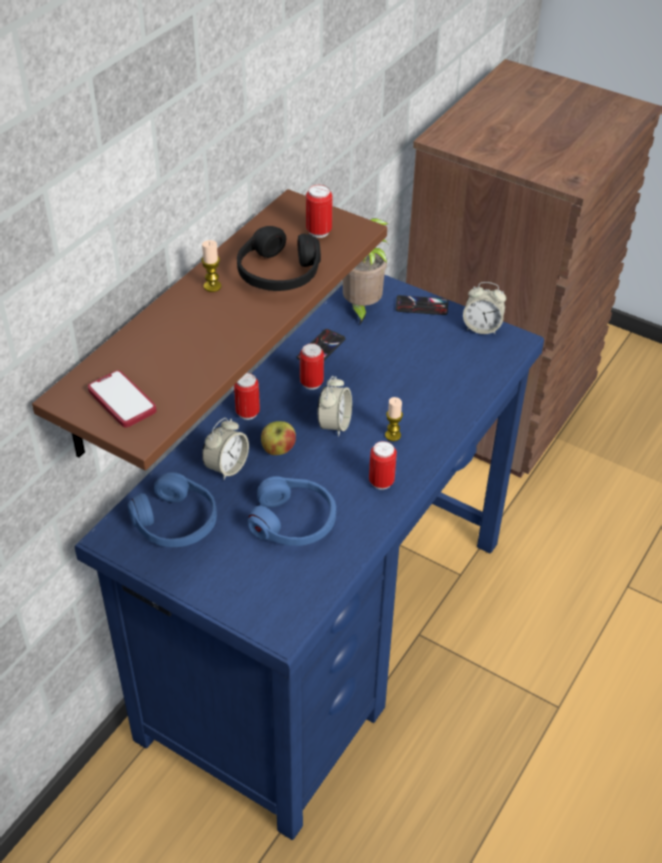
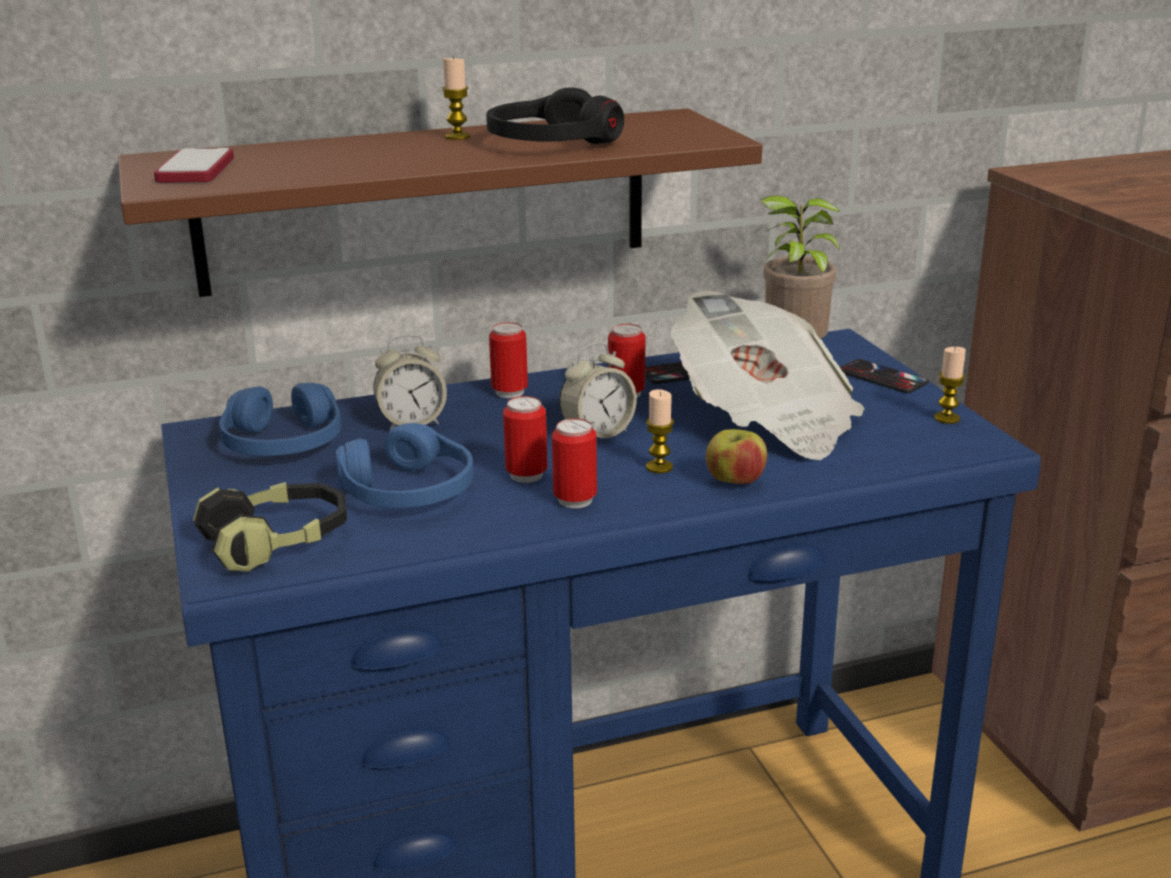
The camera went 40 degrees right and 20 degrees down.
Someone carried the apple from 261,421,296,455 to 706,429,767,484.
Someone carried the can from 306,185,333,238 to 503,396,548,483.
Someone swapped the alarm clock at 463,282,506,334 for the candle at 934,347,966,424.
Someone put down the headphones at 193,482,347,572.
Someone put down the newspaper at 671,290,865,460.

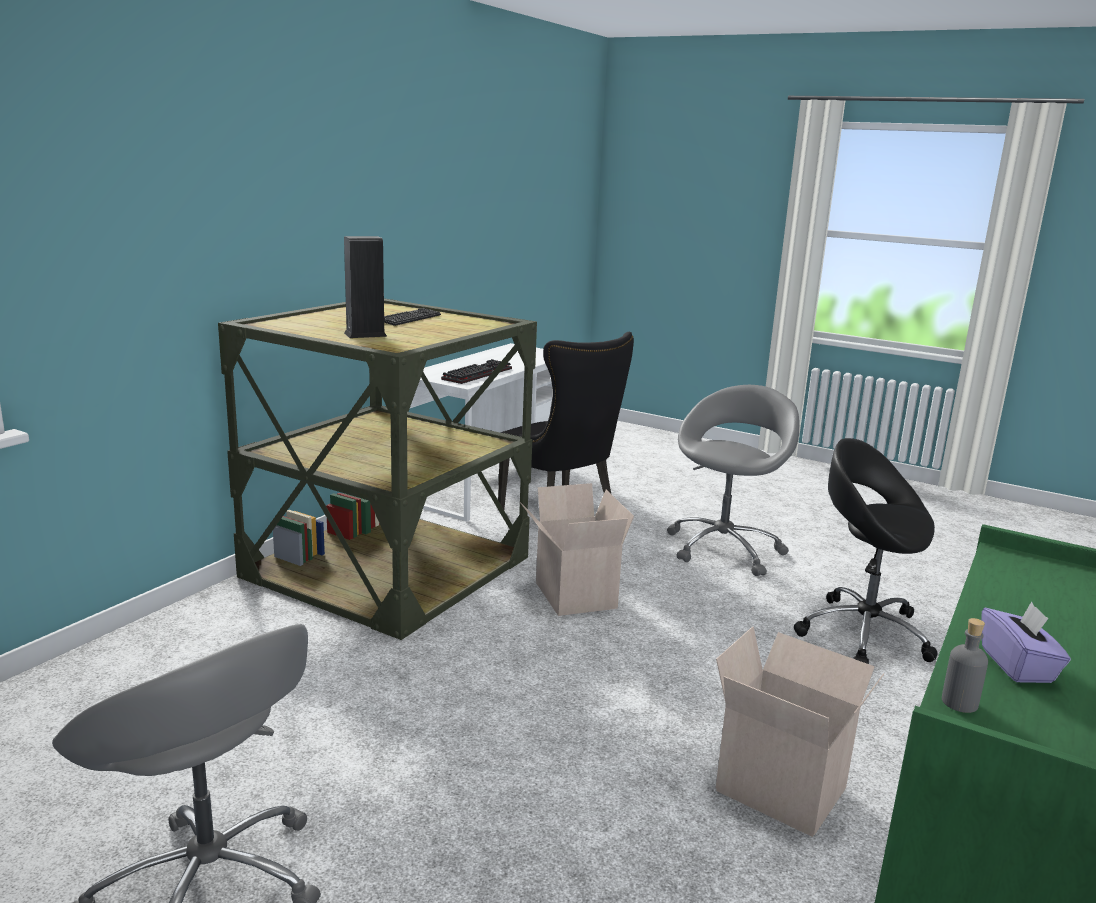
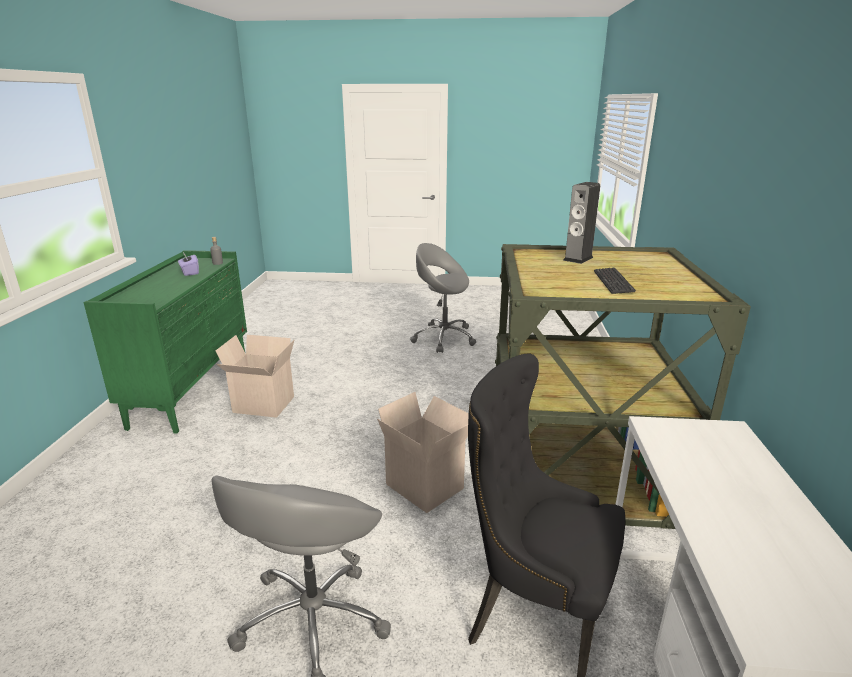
The camera went 155 degrees right and 5 degrees up.
Someone took away the keyboard at 441,359,512,384.
Someone took away the black office chair at 794,438,938,664.

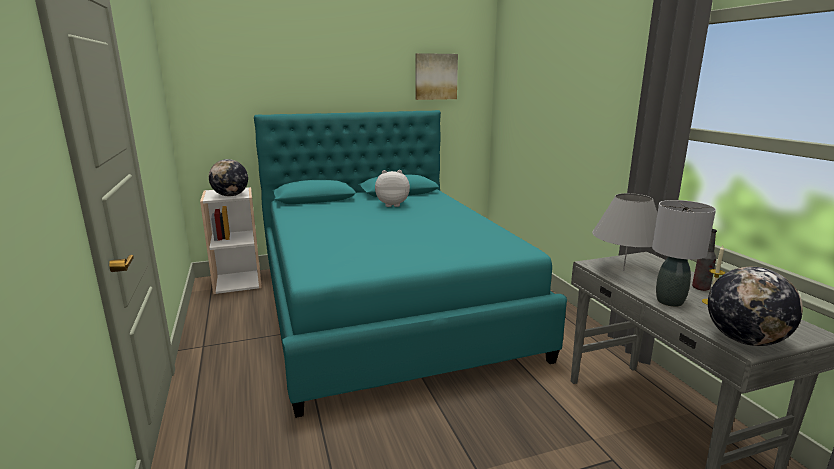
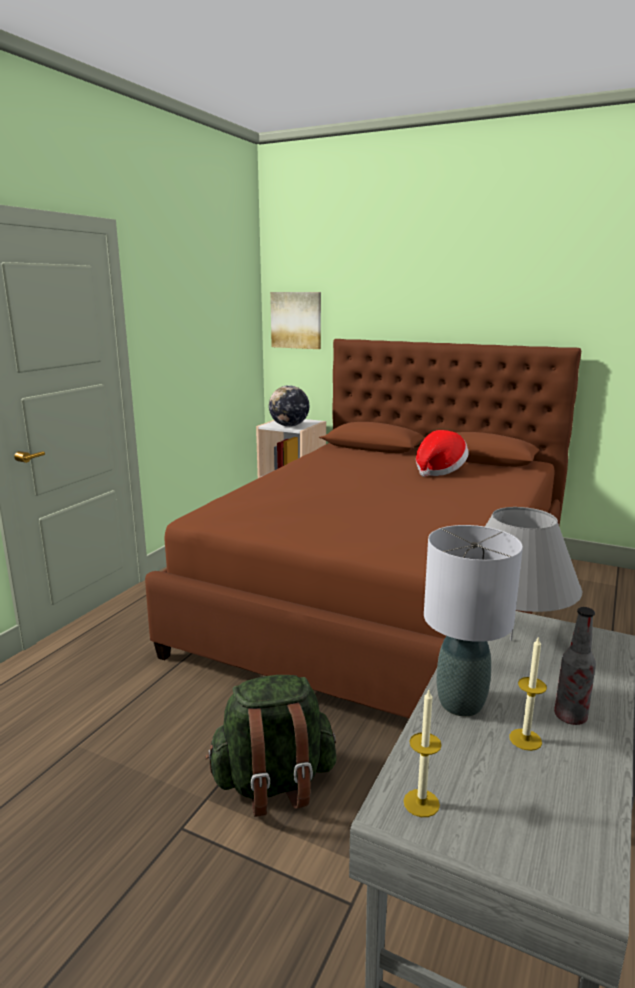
The camera went 45 degrees right and 0 degrees up.
Someone repainted the turquoise bed at 254,110,567,418, which became the brown bed at 145,339,581,718.
Someone swapped the plush toy at 375,170,410,207 for the hat at 416,430,469,477.
Someone carried the picture from 415,53,458,100 to 270,292,321,349.
Someone swapped the globe at 708,267,803,346 for the candle at 404,690,441,817.
Someone put down the green backpack at 206,675,337,817.

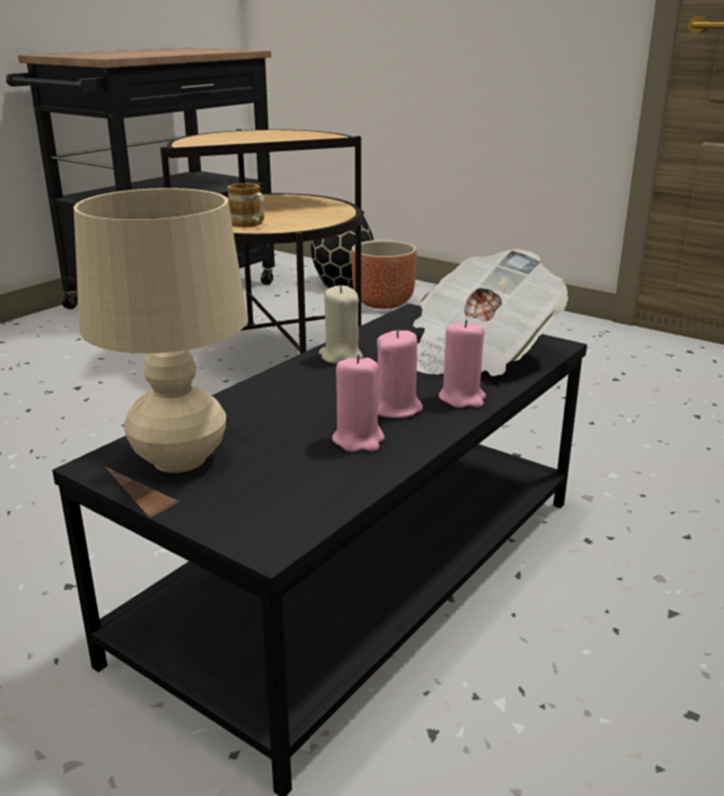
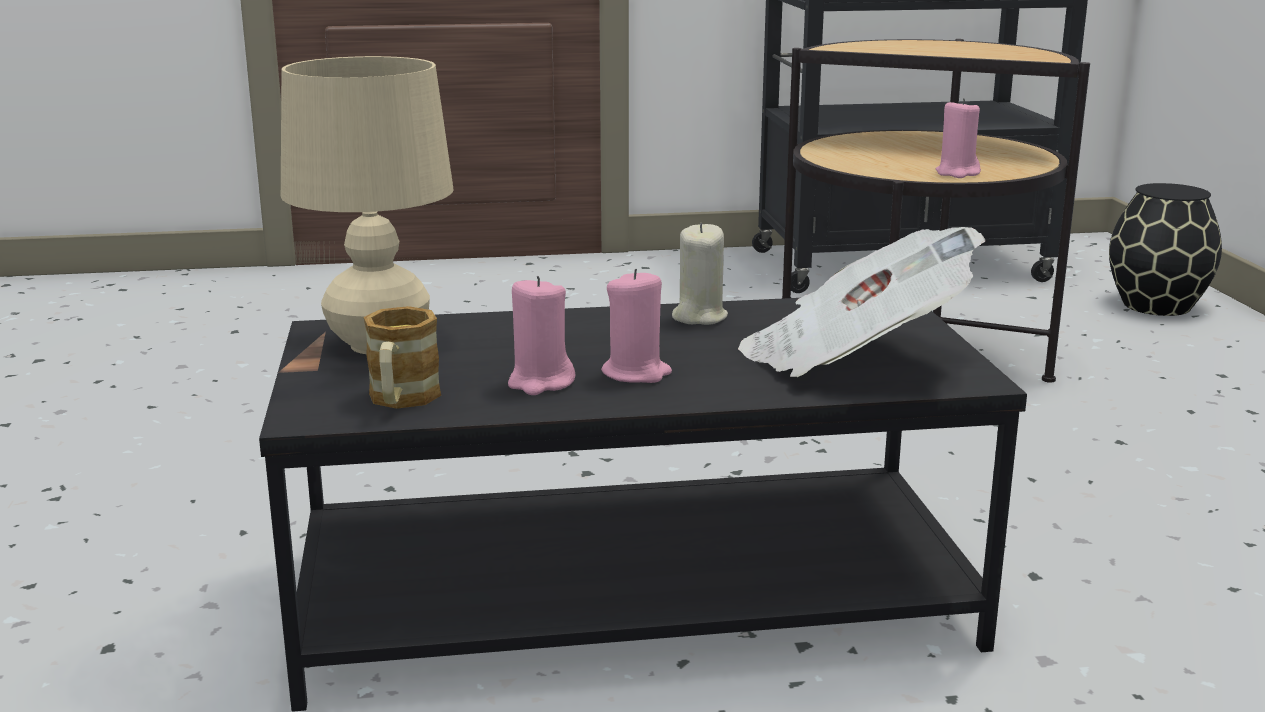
The camera went 45 degrees right and 5 degrees down.
Someone carried the mug from 227,183,264,227 to 364,306,441,409.
Someone took away the brown planter at 351,240,417,309.
Someone carried the pink candle from 439,320,486,408 to 936,98,981,178.

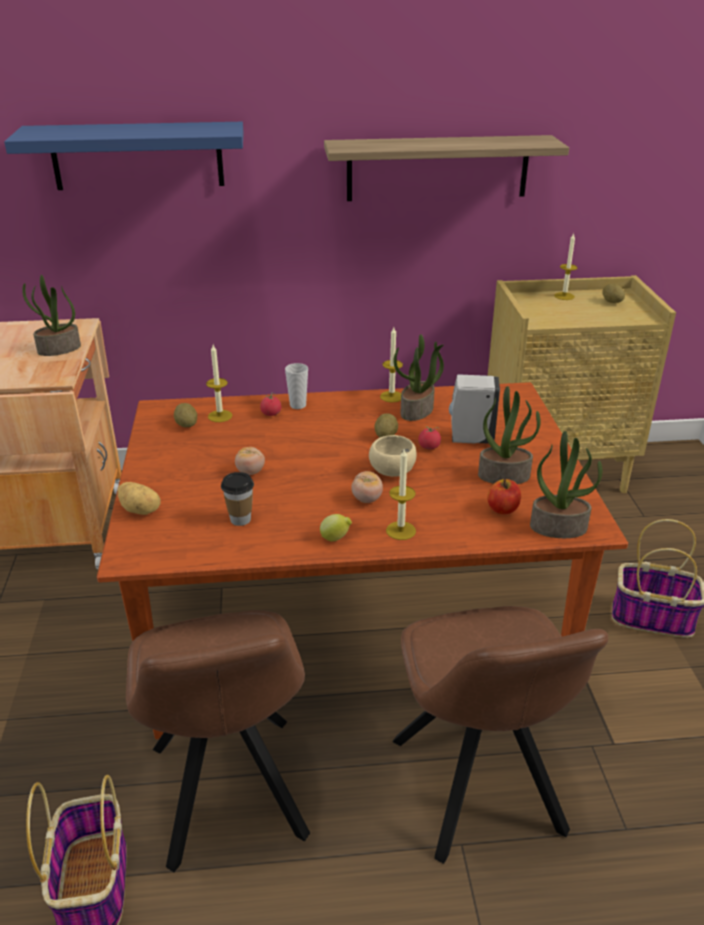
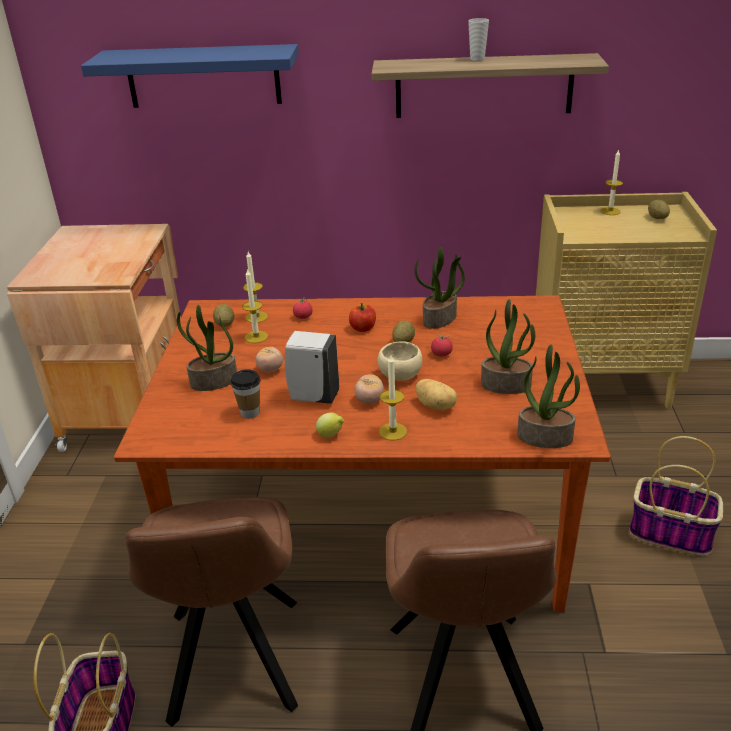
The camera went 10 degrees right and 0 degrees up.
Someone carried the potted plant from 22,275,81,356 to 177,305,237,391.
Someone carried the potato from 118,482,161,515 to 416,379,457,410.
Someone carried the cup from 285,363,308,409 to 468,18,489,61.
Someone carried the candle from 380,327,403,402 to 242,269,268,343.
Someone carried the white soap dispenser from 449,374,500,444 to 285,331,339,404.
Someone carried the apple from 487,479,521,514 to 349,303,376,332.

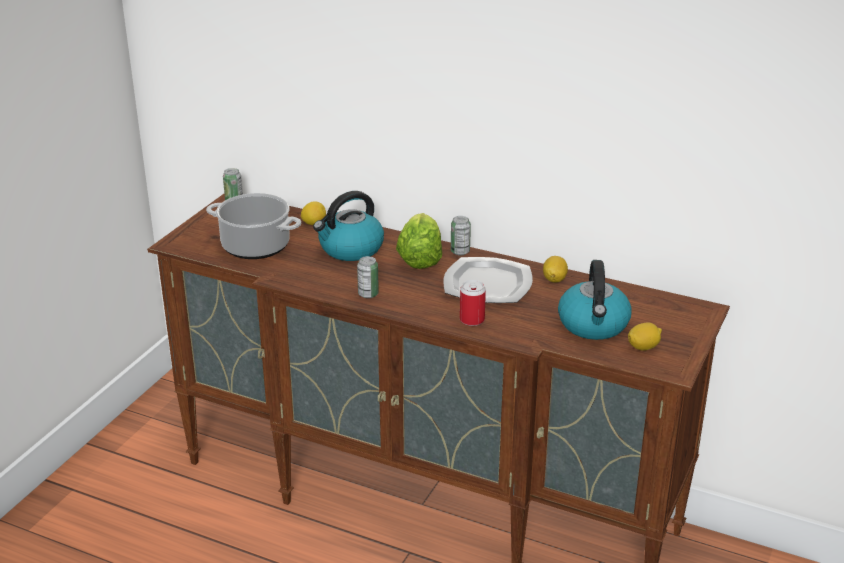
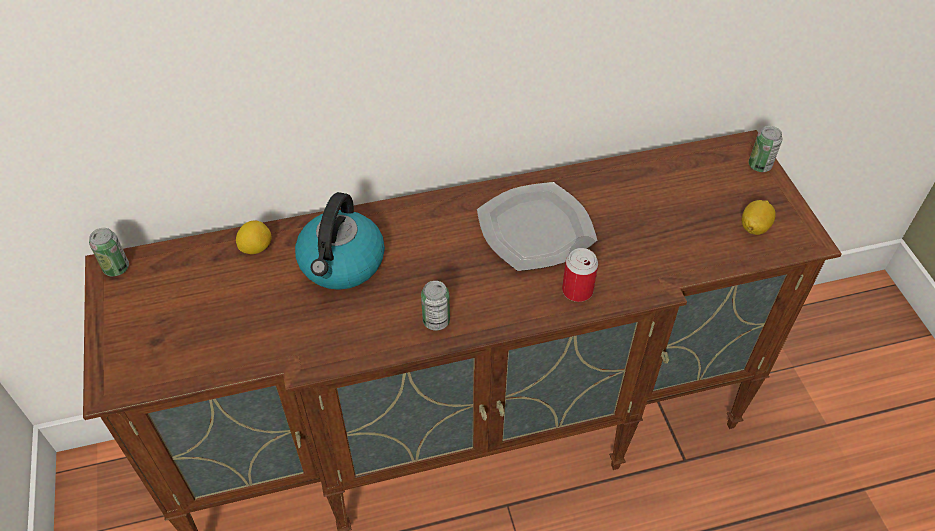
The camera went 40 degrees left and 20 degrees up.
Someone took away the cooking pot at 206,193,301,259.
Someone took away the lettuce at 396,213,442,269.
Someone carried the can from 451,216,471,255 to 749,126,782,172.
Someone took away the lemon at 543,256,568,282.
Someone took away the kettle at 558,260,632,340.

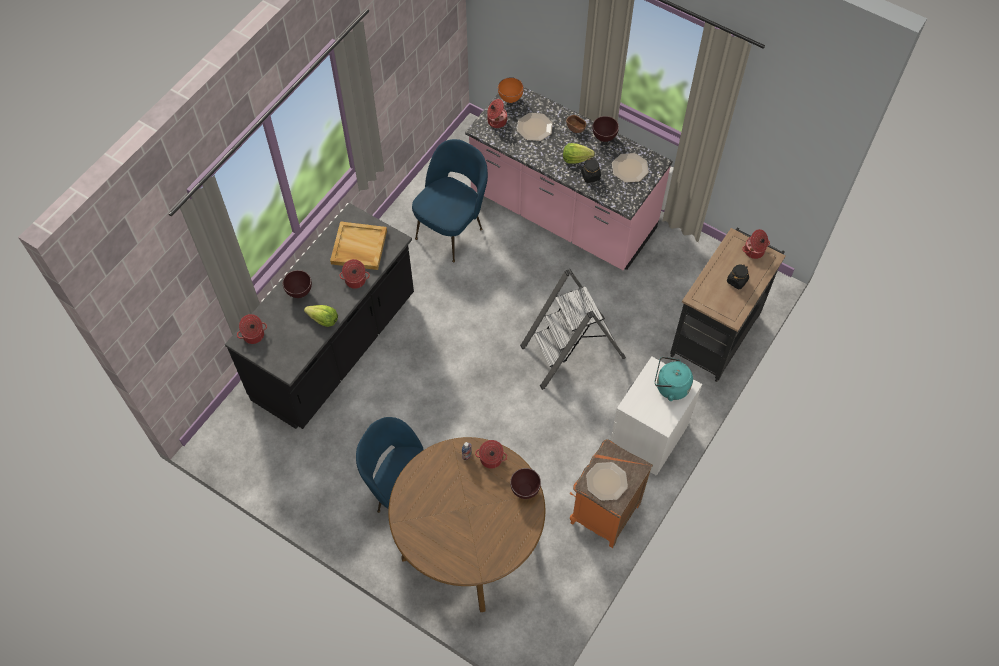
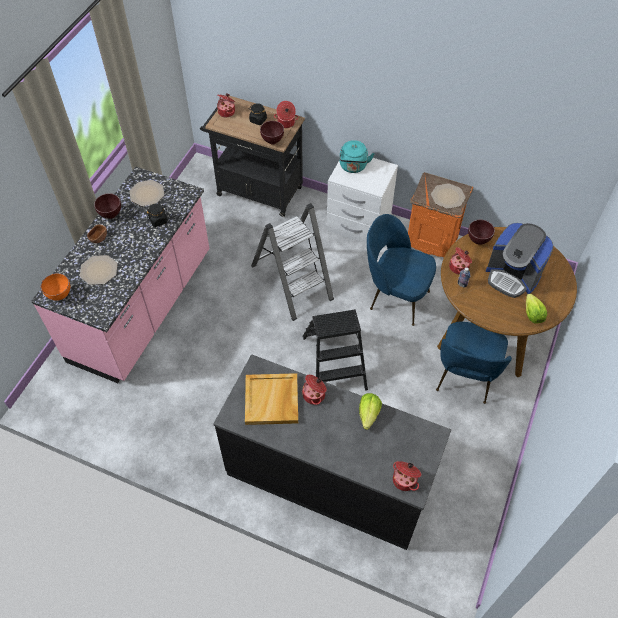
The camera went 100 degrees left and 5 degrees down.
Someone carried the brown bowl from 283,270,312,298 to 260,121,284,145.
Someone carried the blue chair from 412,139,488,262 to 367,214,436,326.
Someone carried the cooking pot from 487,99,508,128 to 274,101,299,128.
Someone carried the lettuce from 563,143,595,164 to 526,294,547,324.
Someone put down the black step ladder at 302,309,368,391.
Someone put down the coffee machine at 486,223,553,298.

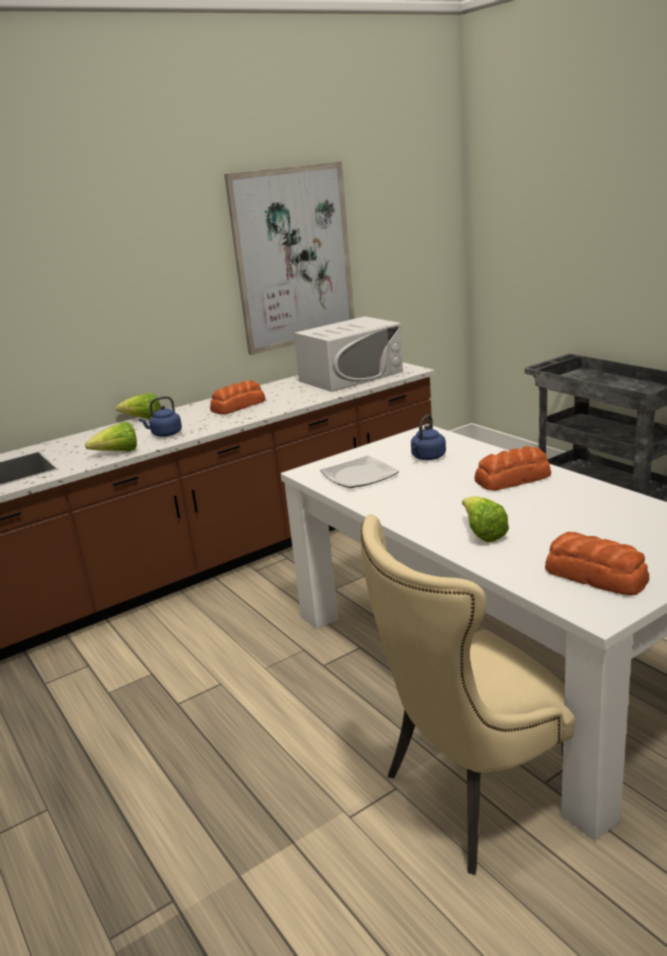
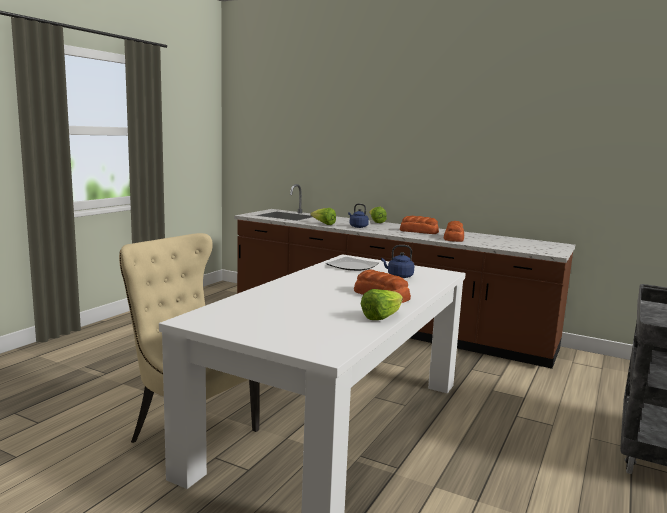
The camera went 60 degrees right and 10 degrees down.
Someone took away the picture at 224,162,355,355.
Someone took away the white microwave at 294,316,403,392.
Someone carried the lettuce from 462,496,509,542 to 361,289,403,320.
Someone carried the bread from 545,532,649,596 to 444,221,464,242.

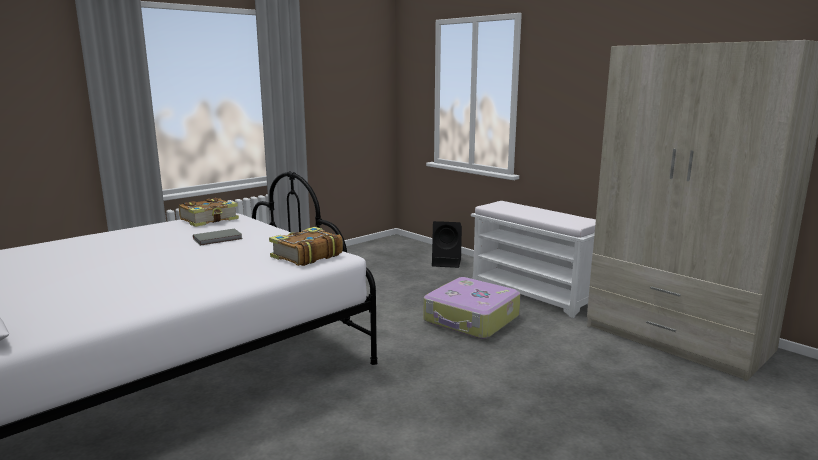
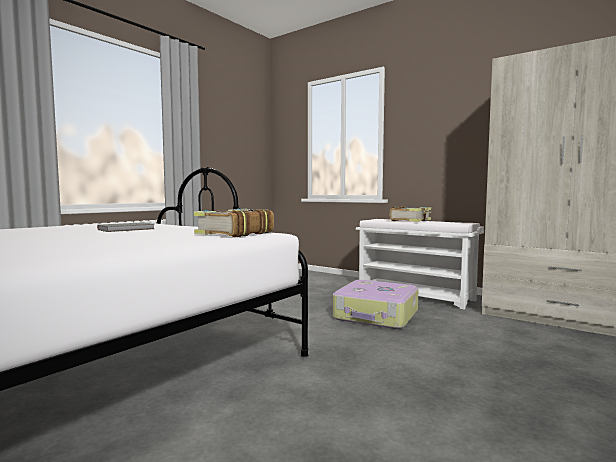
The camera went 10 degrees left and 10 degrees down.
Someone carried the book from 179,198,239,227 to 390,206,431,222.
Someone took away the black speaker at 432,221,462,268.

